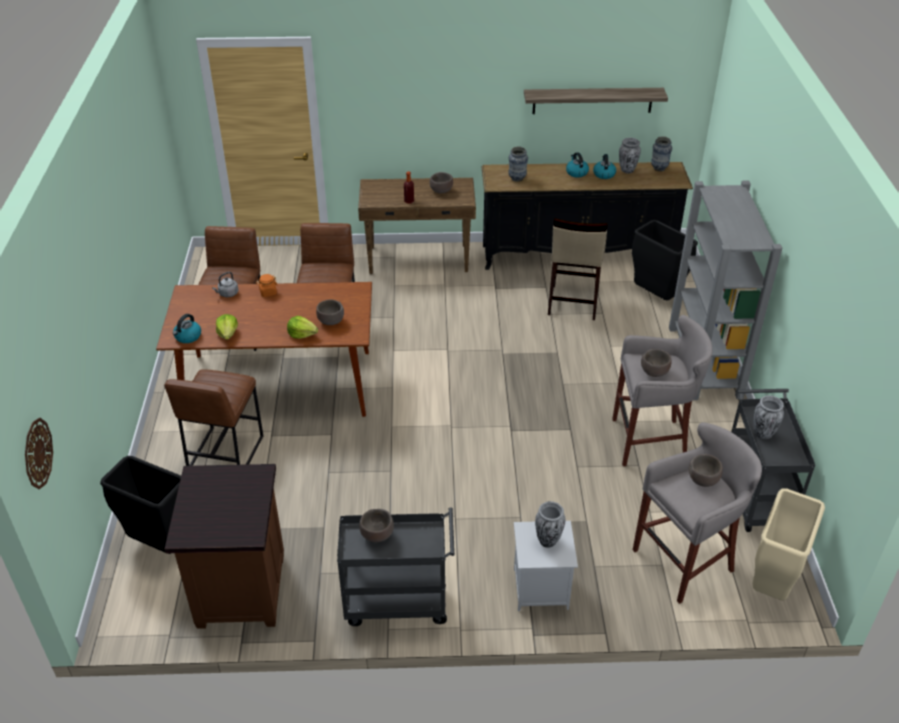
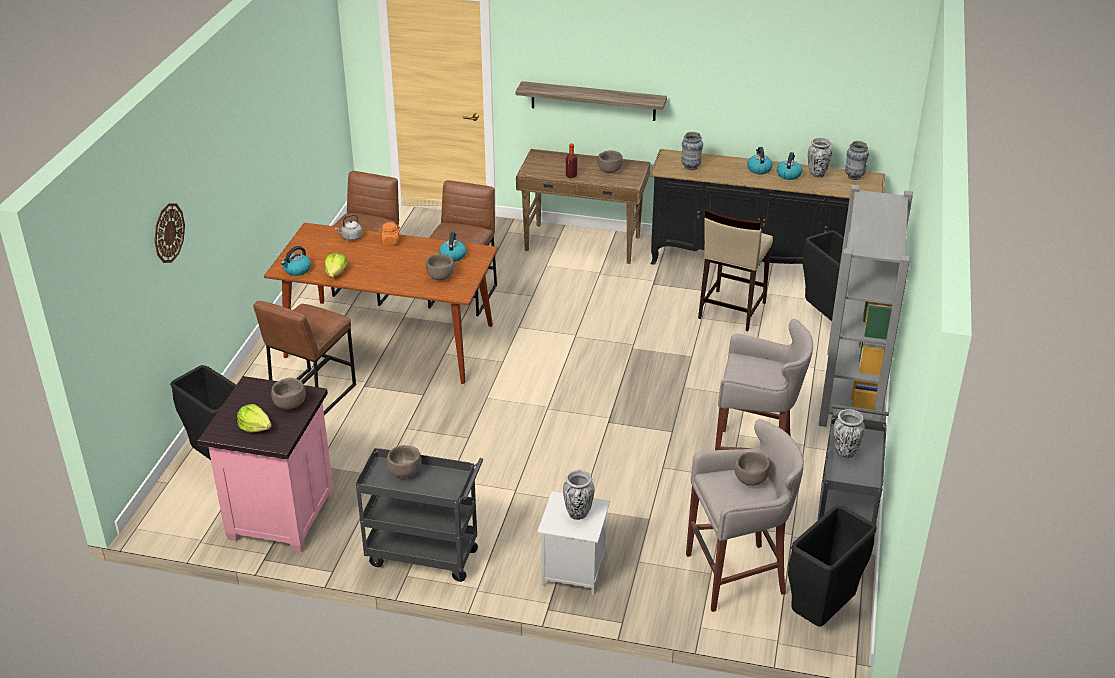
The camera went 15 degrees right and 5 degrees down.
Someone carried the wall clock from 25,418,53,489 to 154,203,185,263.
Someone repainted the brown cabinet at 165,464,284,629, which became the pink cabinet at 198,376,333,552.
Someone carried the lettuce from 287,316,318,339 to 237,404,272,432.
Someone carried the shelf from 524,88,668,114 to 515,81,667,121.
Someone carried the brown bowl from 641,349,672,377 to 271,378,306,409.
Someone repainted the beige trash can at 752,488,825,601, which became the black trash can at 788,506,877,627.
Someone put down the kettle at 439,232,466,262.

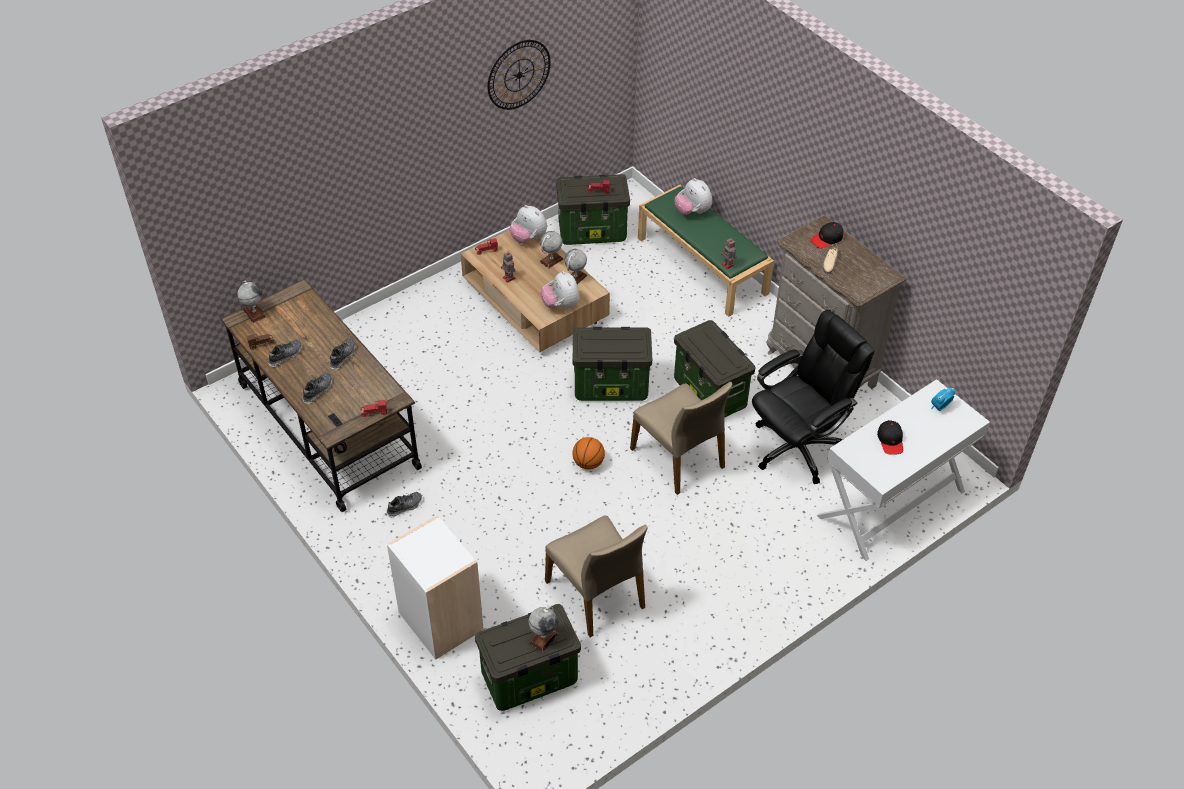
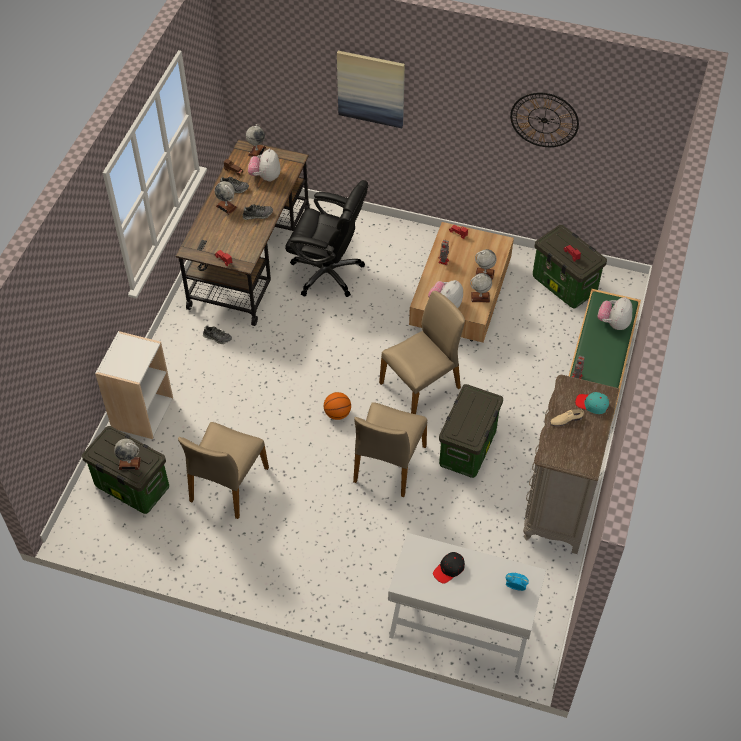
The camera went 55 degrees right and 5 degrees up.
Someone took away the shoe at 302,373,332,404.
Someone carried the plush toy from 509,205,547,243 to 248,148,281,182.
Someone swapped the storage box at 573,327,652,401 for the beige chair at 379,291,465,414.
Someone carried the black office chair from 752,310,874,484 to 285,180,368,297.
Someone repainted the black cap at 811,222,843,249, which became the turquoise cap at 575,392,609,414.
Someone put down the globe at 215,181,237,214.
Someone put up the picture at 337,51,405,128.

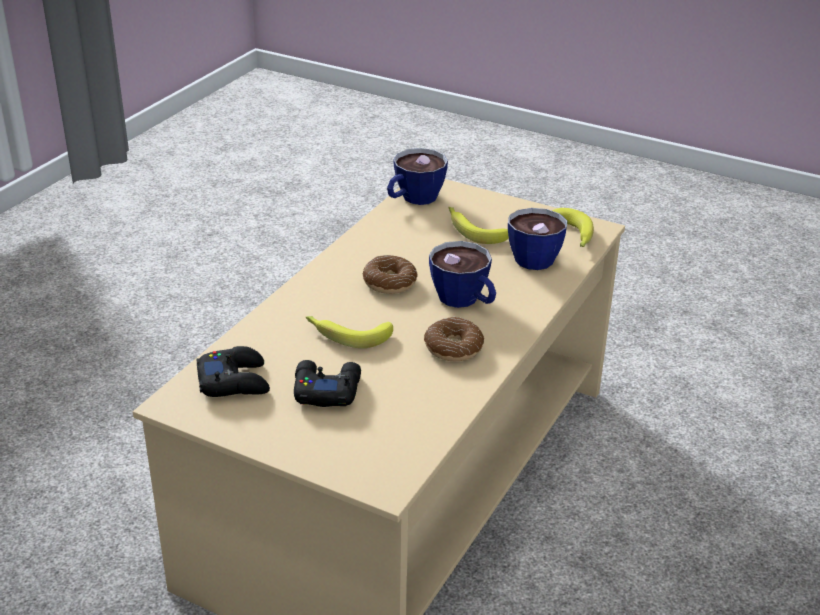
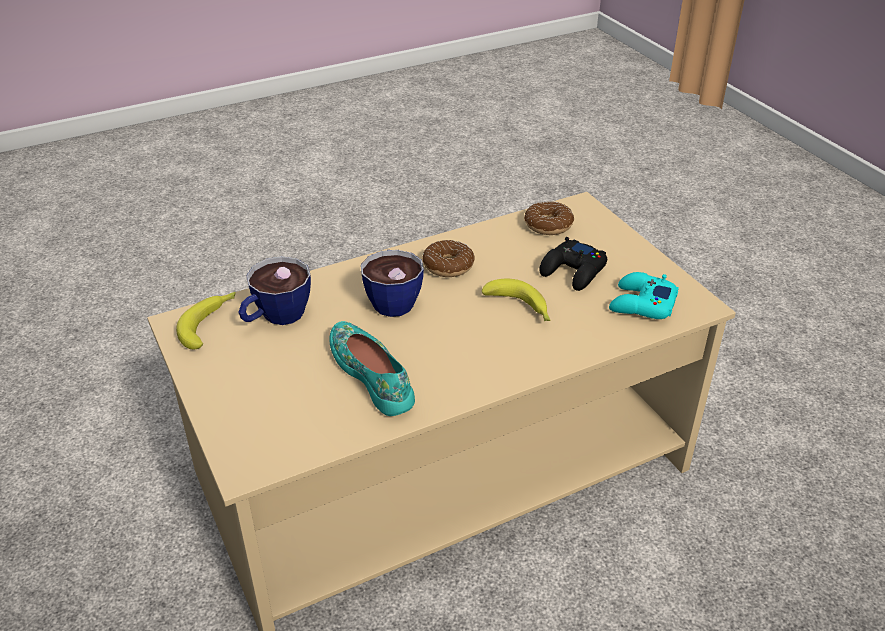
The camera went 145 degrees left and 5 degrees up.
Someone repainted the black game controller at 196,346,270,397, which became the turquoise game controller at 609,272,679,319.
Someone carried the donut from 362,255,417,294 to 524,201,574,235.
Someone took away the cup at 387,148,448,205.
Someone took away the banana at 448,207,509,244.
Someone put down the turquoise shoe at 329,321,415,416.

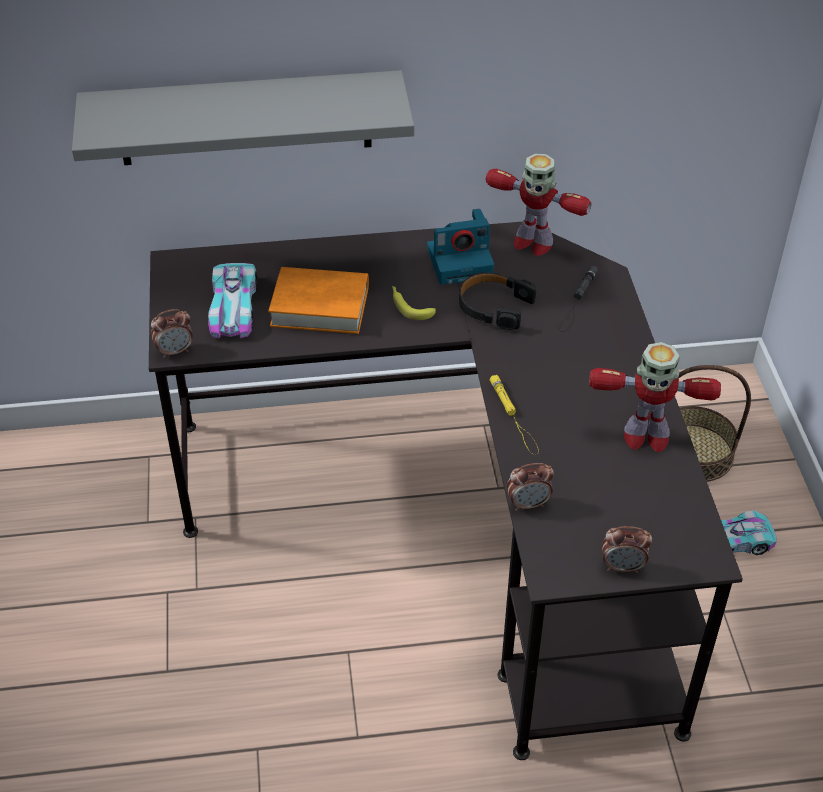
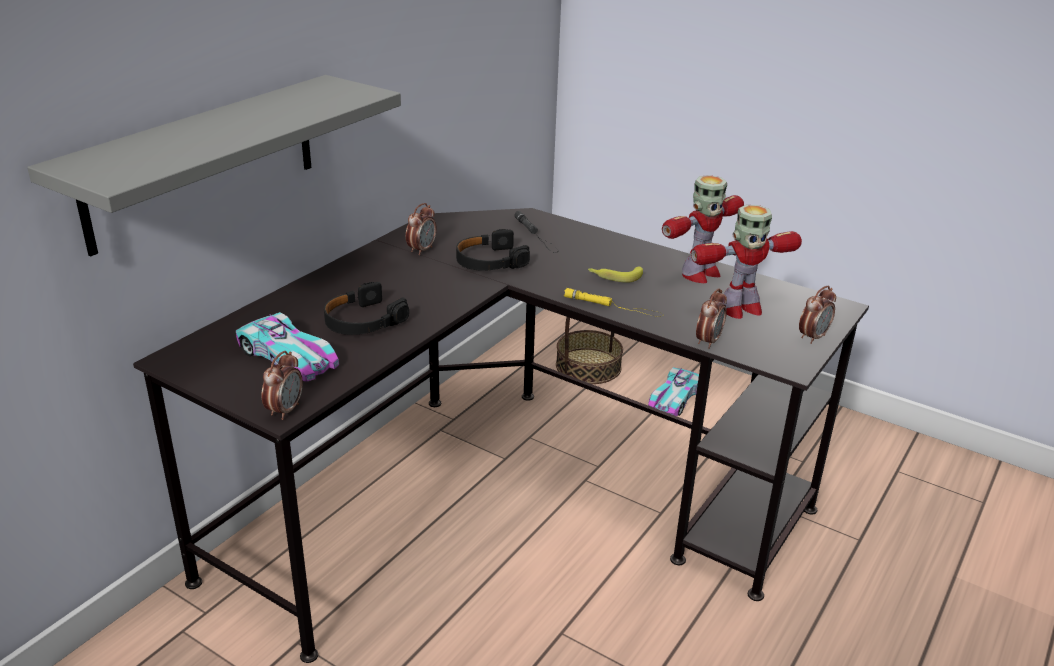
The camera went 50 degrees left and 15 degrees down.
Someone swapped the orange book at 268,267,369,334 for the black headphones at 324,282,409,335.
Someone carried the banana from 392,286,436,320 to 588,267,643,283.
Someone swapped the photo camera at 427,209,494,285 for the alarm clock at 406,203,436,255.
Someone carried the toy robot from 486,154,591,256 to 691,205,802,319.

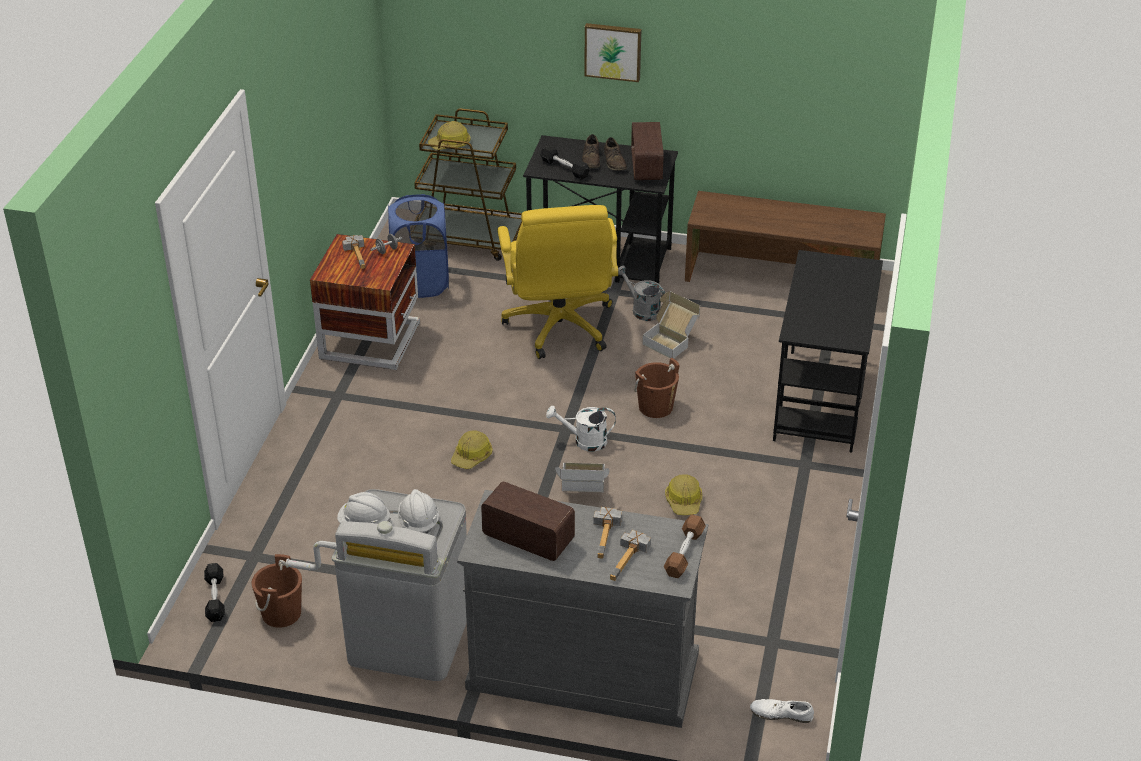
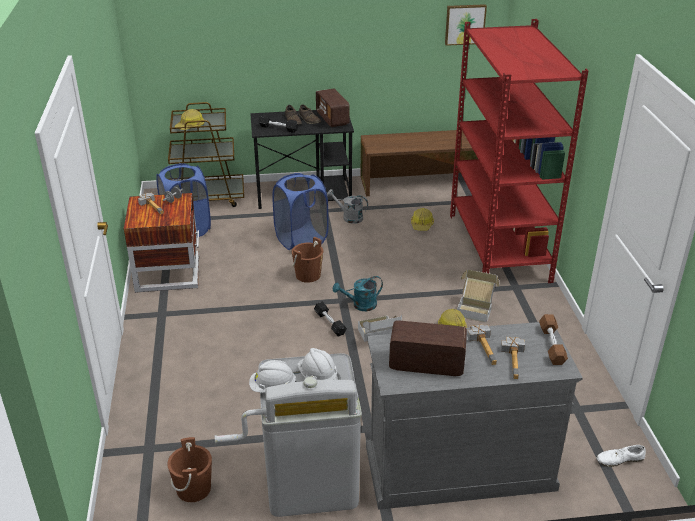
The camera went 20 degrees left and 5 degrees down.
Someone carried the black dumbbell from 204,563,225,622 to 314,302,347,337.
Someone carried the hard hat from 451,430,493,469 to 411,208,434,231.
Someone swapped the yellow office chair at 497,205,618,359 for the blue laundry basket at 272,173,328,250.
Someone repainted the white watering can at 546,406,616,451, which became the turquoise watering can at 333,276,383,311.
Someone carried the picture from 584,23,641,82 to 445,4,487,46.
Someone carried the brown bucket from 634,358,680,418 to 292,237,323,283.
Someone carried the cardboard box from 642,291,700,359 to 457,269,499,323.
Someone swapped the black desk at 773,250,883,452 for the red bookcase at 450,19,588,283.

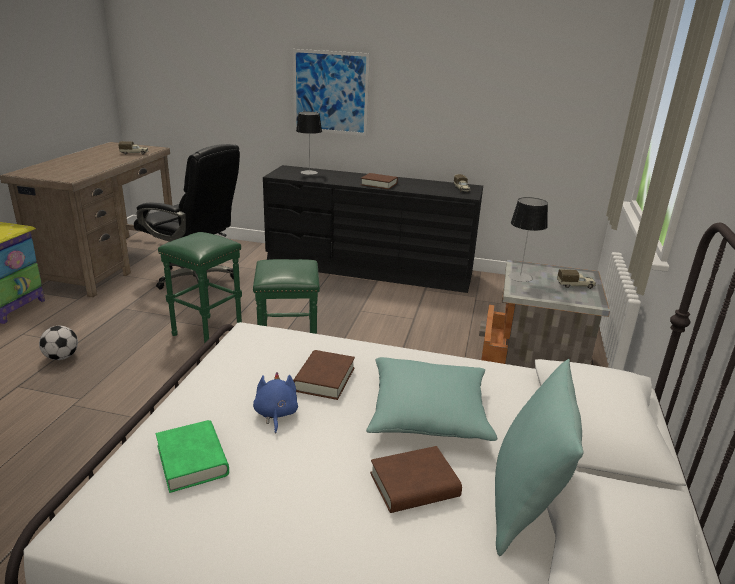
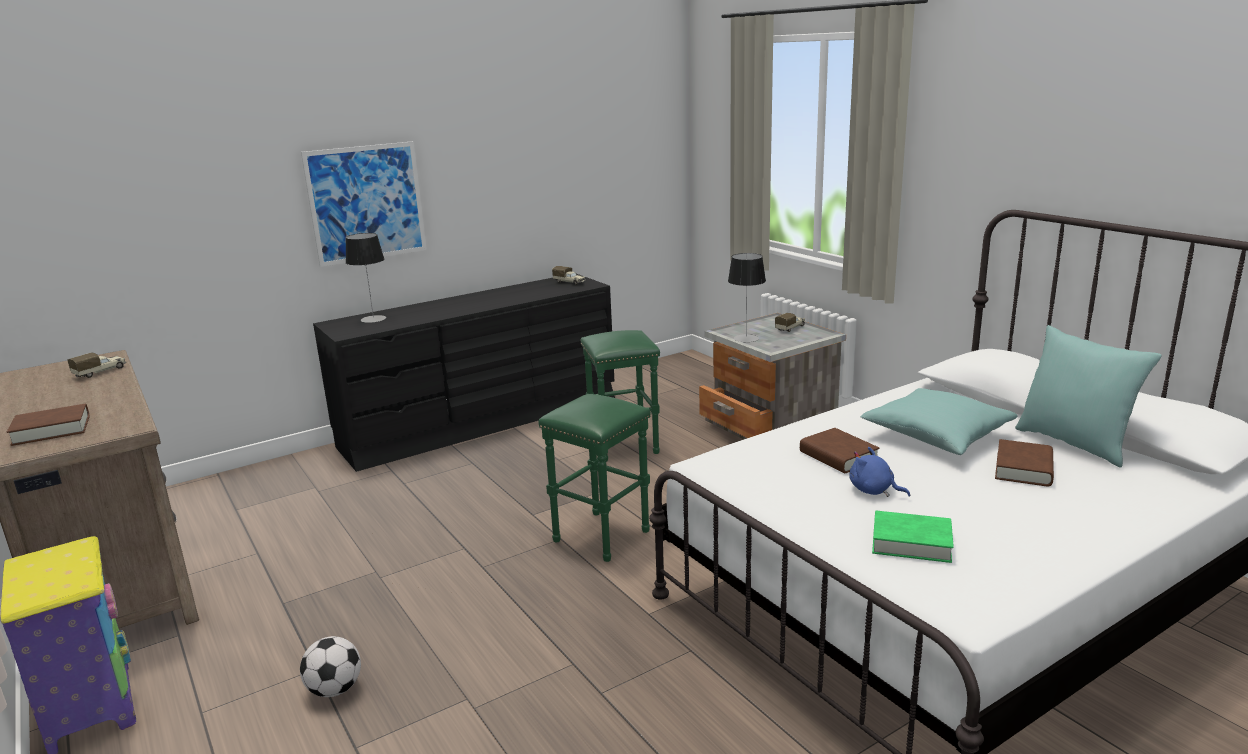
The camera went 45 degrees left and 5 degrees down.
Someone took away the black office chair at 134,144,240,289.
Someone carried the green stool from 158,232,242,349 to 581,330,660,462.
Someone carried the brown book from 361,173,398,189 to 7,404,90,446.

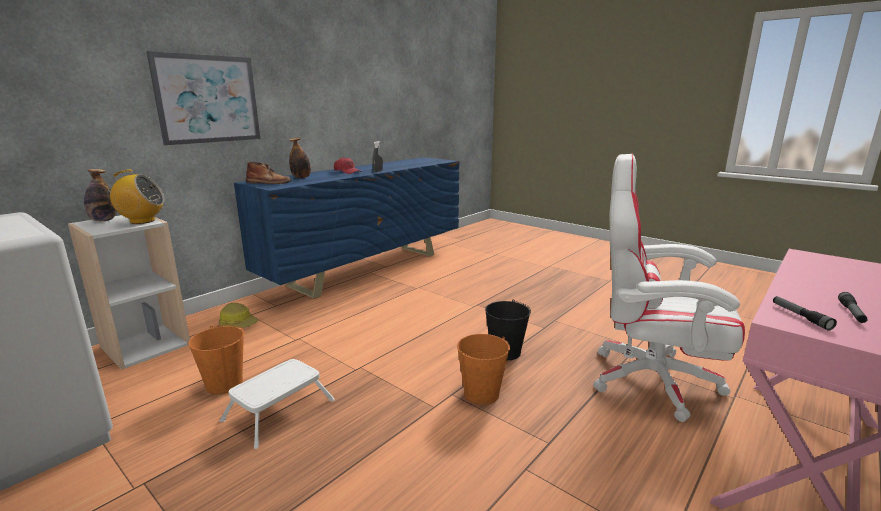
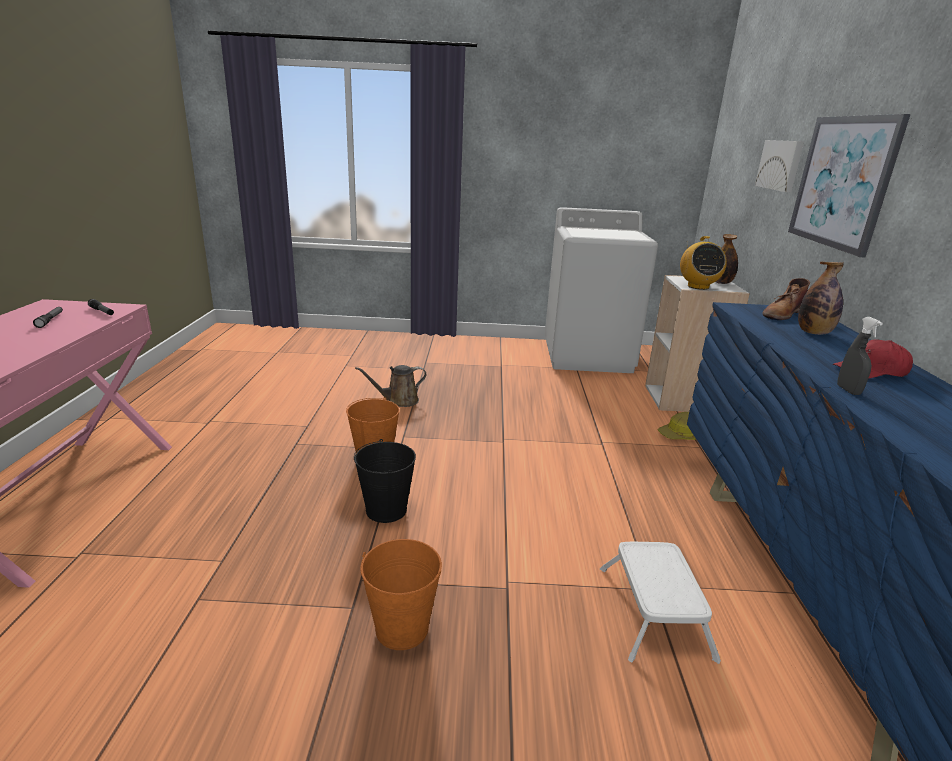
The camera went 140 degrees right and 5 degrees up.
Someone rotated the radio at 101,169,165,224 by 45 degrees counterclockwise.
Someone carried the orange bucket from 188,325,244,394 to 360,539,442,650.
Someone carried the white step ladder from 219,359,335,449 to 600,542,721,664.
Someone took away the white office chair at 593,153,745,422.
Someone put down the brown watering can at 355,365,427,407.
Someone put up the picture at 755,140,804,192.

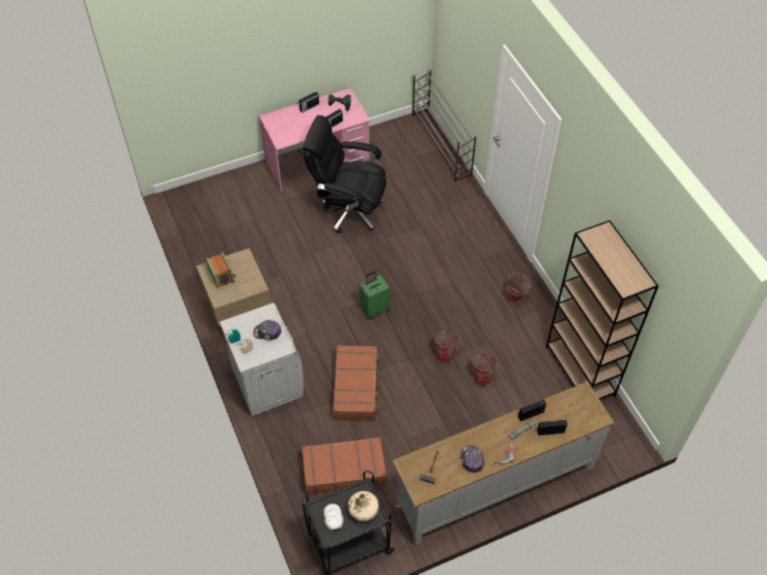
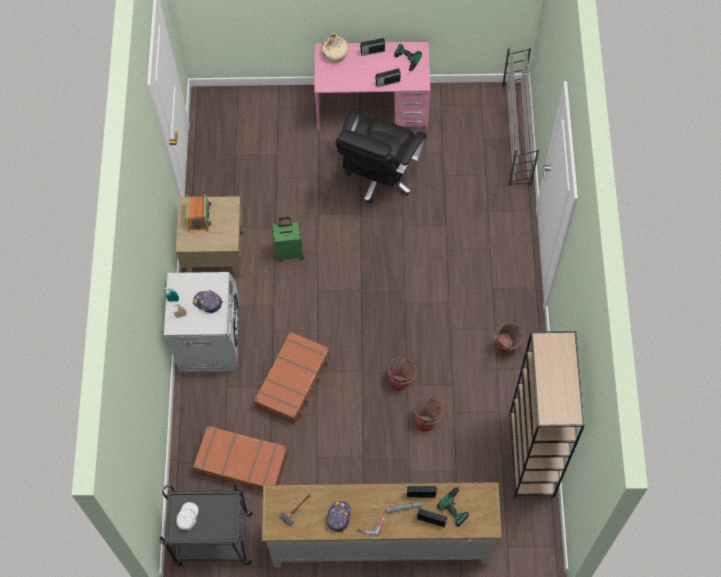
The camera went 25 degrees right and 10 degrees up.
Someone rotated the black office chair at 303,115,386,233 by 105 degrees counterclockwise.
Someone carried the beige bottle from 348,491,379,522 to 322,33,348,62.
Someone carried the green suitcase from 359,271,390,319 to 272,217,304,261.
Someone put down the power drill at 437,483,469,527.

